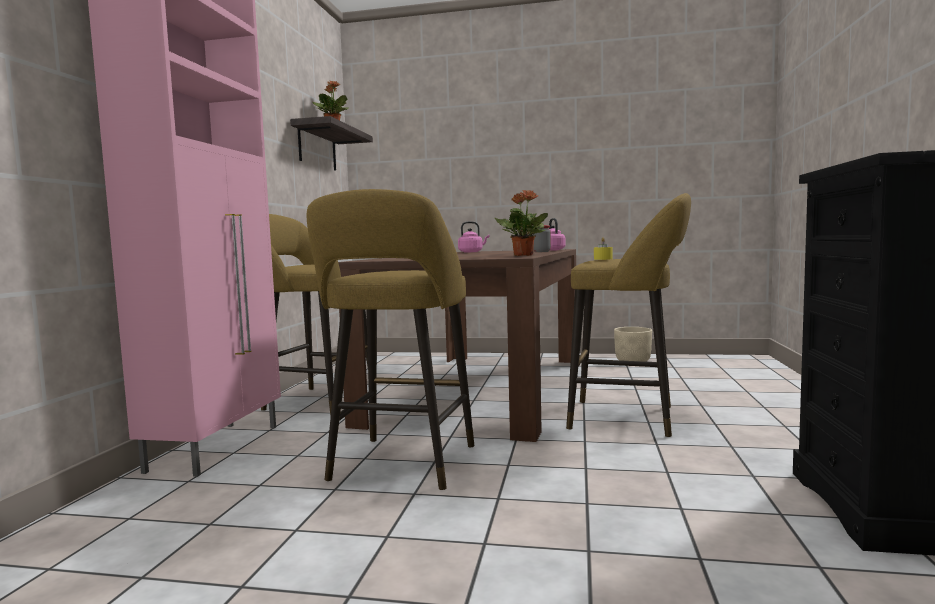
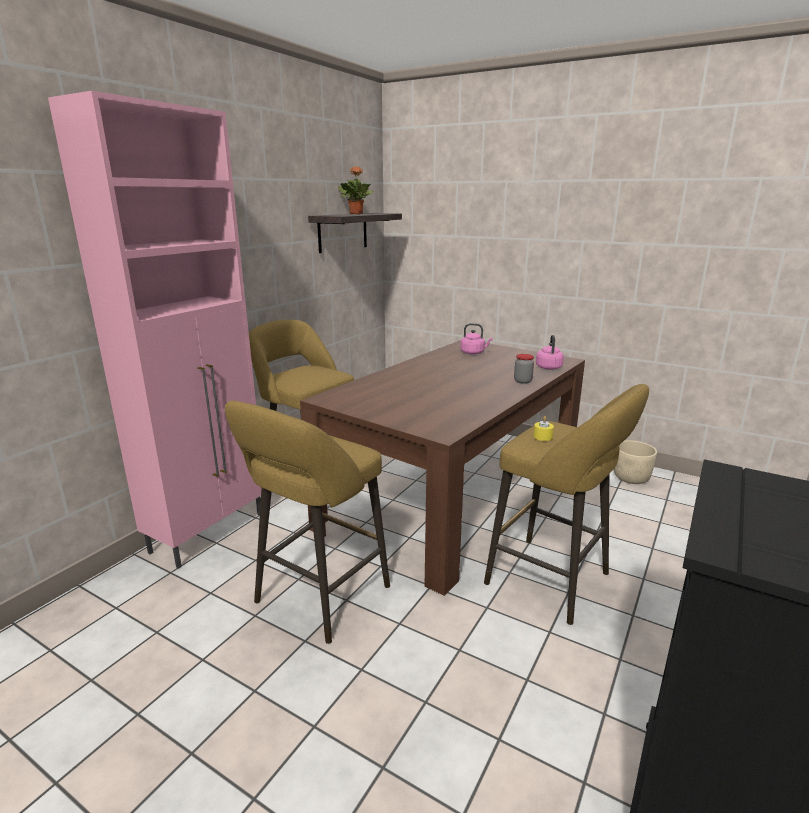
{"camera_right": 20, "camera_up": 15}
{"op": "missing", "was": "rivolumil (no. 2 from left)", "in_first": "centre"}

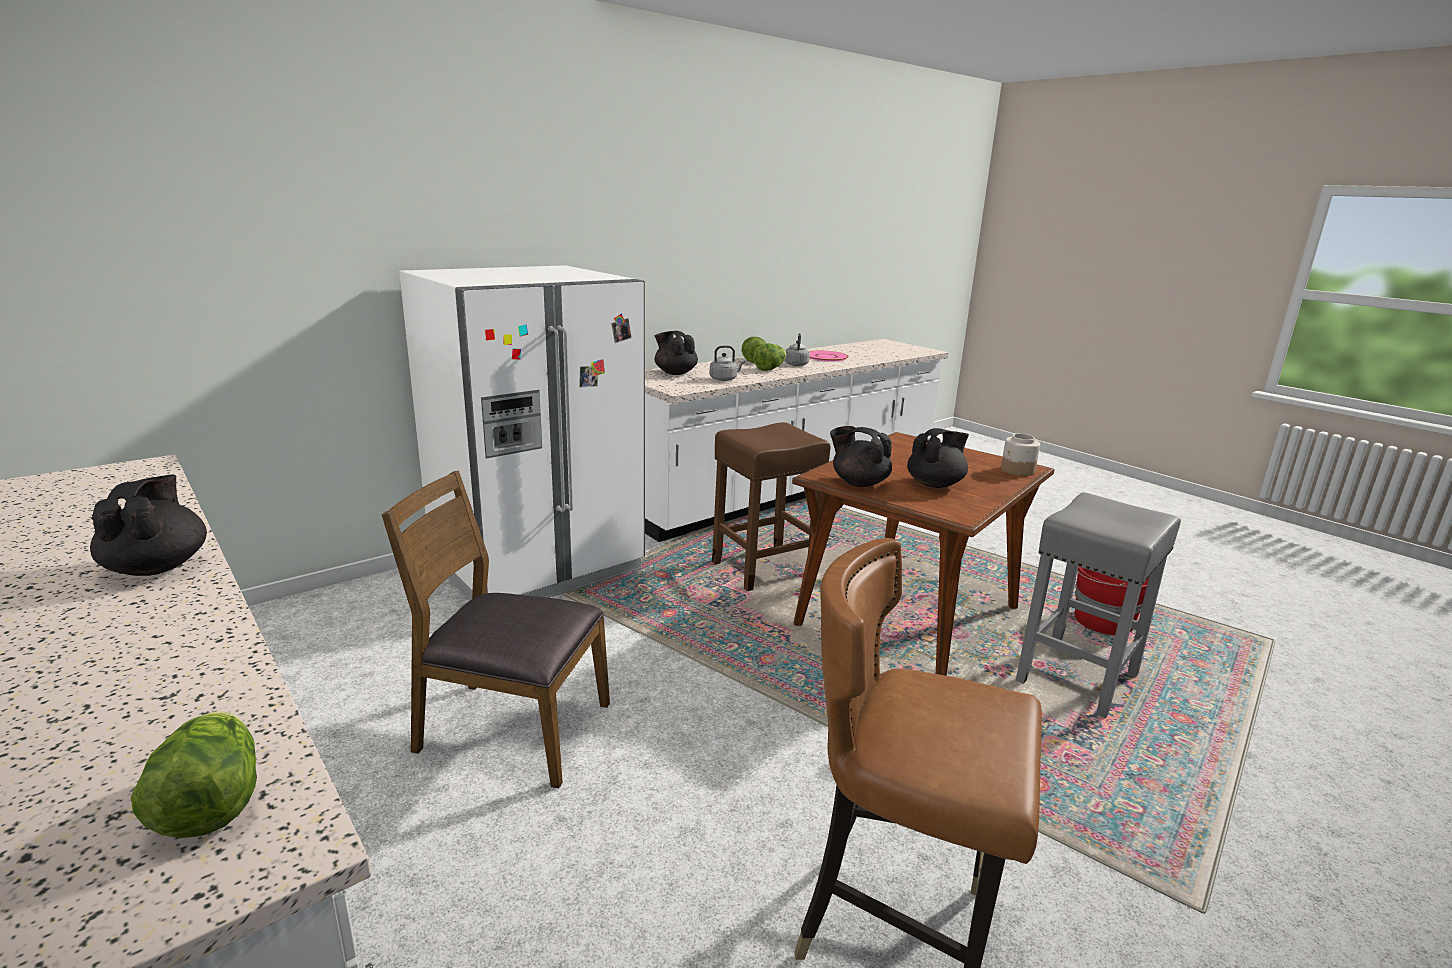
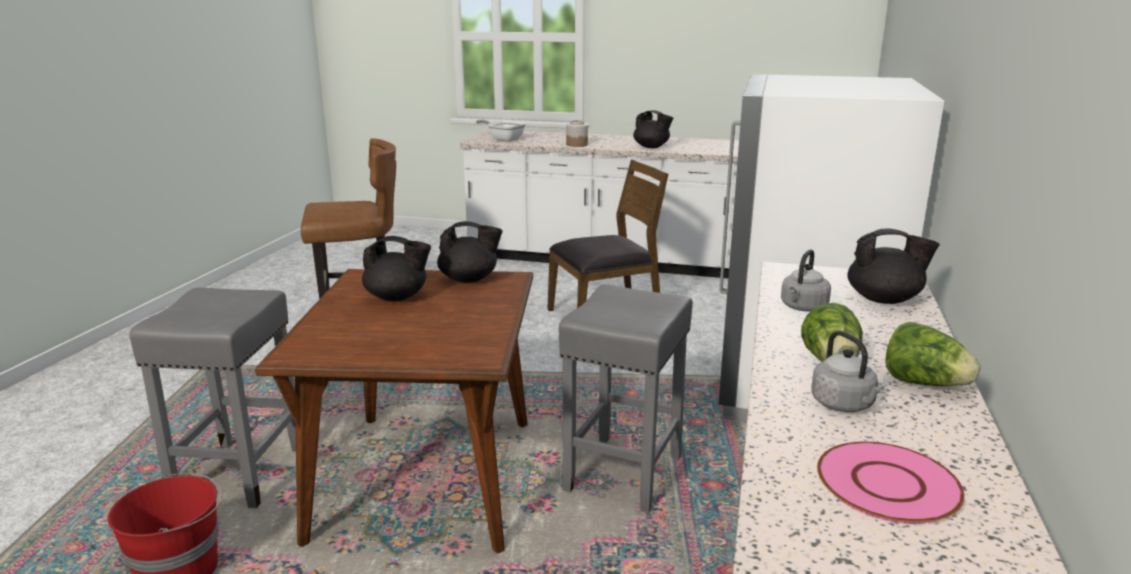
{"camera_right": 145, "camera_up": 0}
{"op": "relocated", "was": "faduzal", "in_first": "middle right", "in_second": "top centre"}
{"op": "exchanged", "was": "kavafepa (no. 1 from left)", "now": "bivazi", "in_first": "bottom left", "in_second": "top centre"}
{"op": "colour", "was": "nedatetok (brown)", "now": "nedatetok (grey) (no. 2 from left)", "in_first": "centre", "in_second": "bottom centre"}
{"op": "spun", "was": "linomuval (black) (no. 4 from left in the first image)", "in_first": "centre", "in_second": "centre", "clockwise": -105}

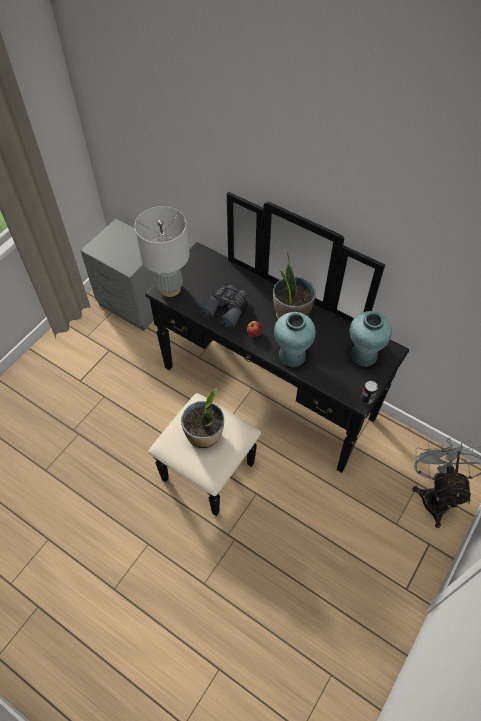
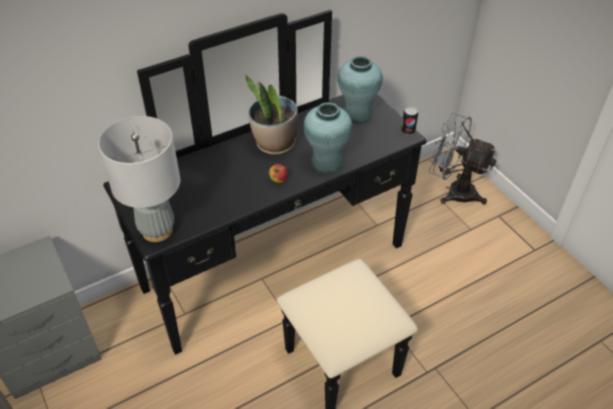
{"camera_right": -65, "camera_up": -10}
{"op": "missing", "was": "rivolumil (no. 1 from left)", "in_first": "centre"}
{"op": "missing", "was": "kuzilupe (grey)", "in_first": "centre"}

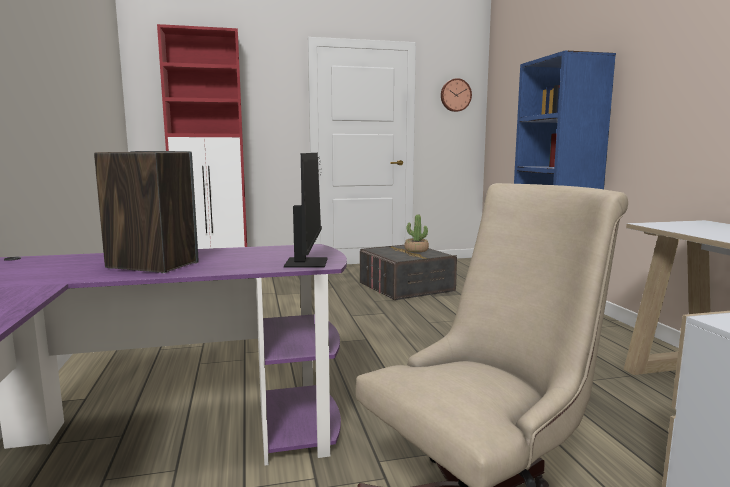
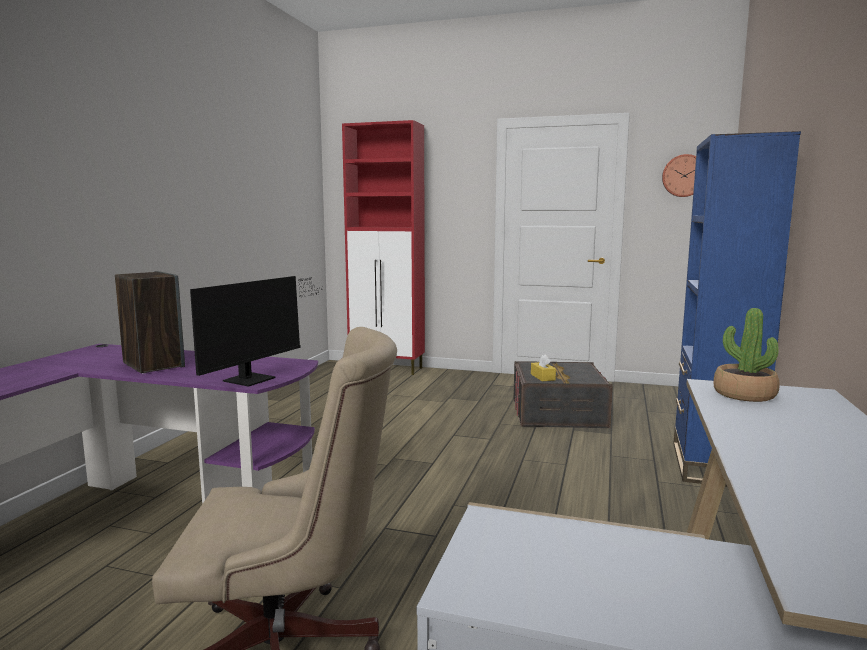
{"camera_right": 30, "camera_up": 0}
{"op": "appeared", "now": "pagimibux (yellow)", "in_second": "centre"}
{"op": "relocated", "was": "rivolumil", "in_first": "centre", "in_second": "middle right"}

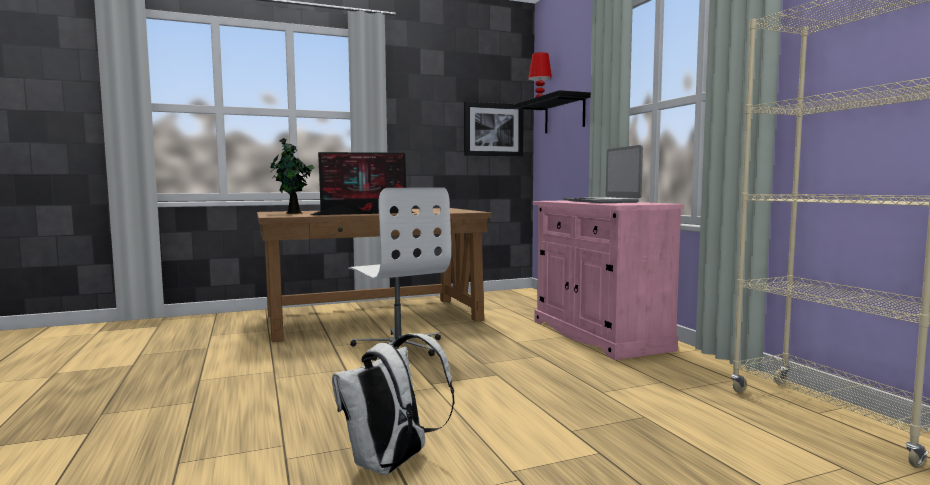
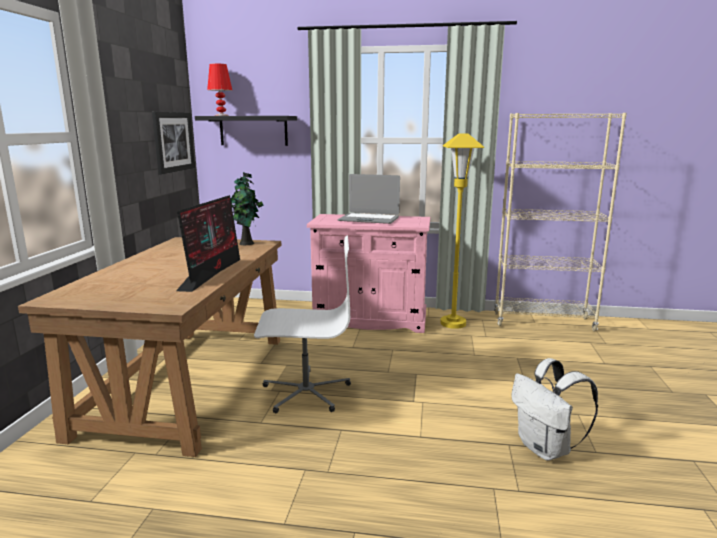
{"camera_right": -60, "camera_up": 10}
{"op": "appeared", "now": "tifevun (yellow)", "in_second": "centre"}
{"op": "relocated", "was": "rivolumil", "in_first": "middle left", "in_second": "centre"}

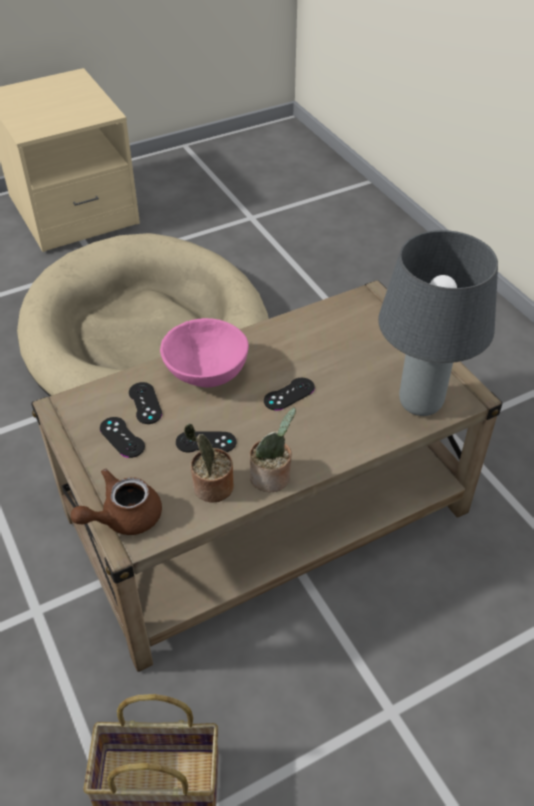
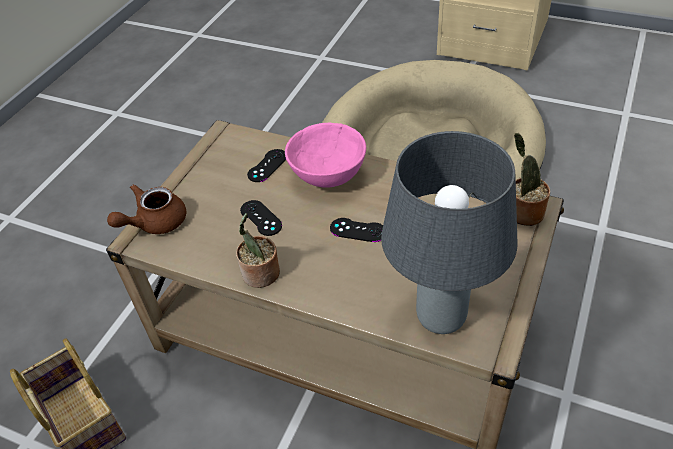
{"camera_right": 55, "camera_up": 0}
{"op": "missing", "was": "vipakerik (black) (no. 1 from left)", "in_first": "middle left"}
{"op": "relocated", "was": "rivolumil (no. 1 from left in the first image)", "now": "rivolumil (no. 2 from left)", "in_first": "centre", "in_second": "middle right"}
{"op": "spun", "was": "linomuval (brown)", "in_first": "middle left", "in_second": "middle left", "clockwise": -60}

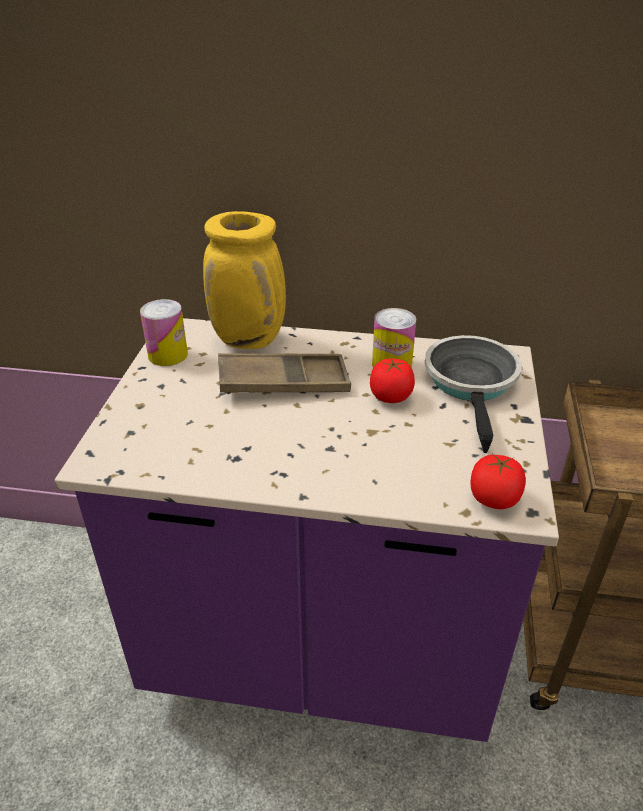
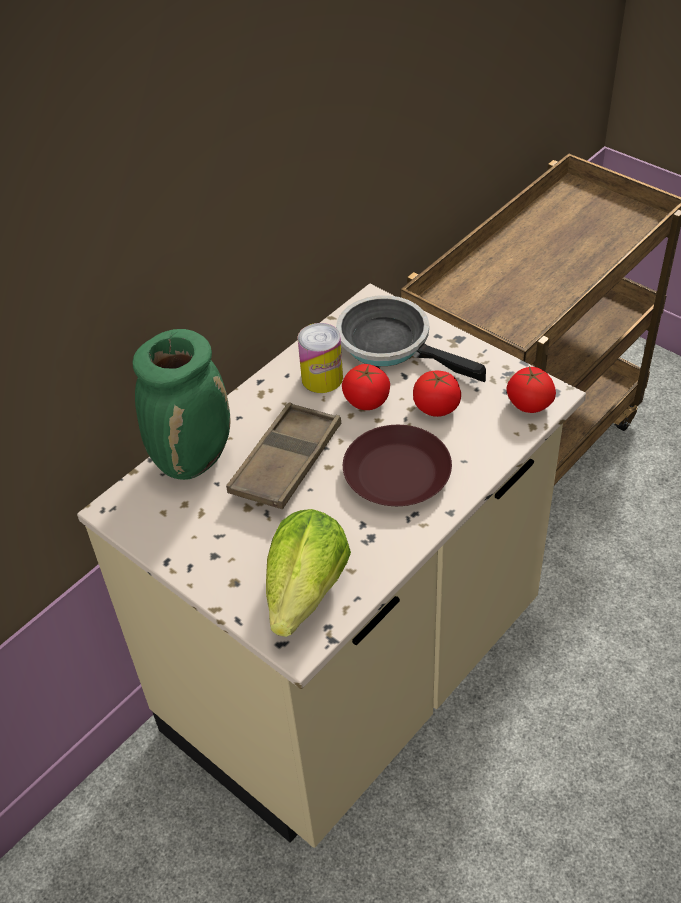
{"camera_right": -55, "camera_up": 10}
{"op": "missing", "was": "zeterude (no. 1 from left)", "in_first": "middle left"}
{"op": "appeared", "now": "kavafepa", "in_second": "centre"}
{"op": "appeared", "now": "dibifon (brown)", "in_second": "centre"}
{"op": "appeared", "now": "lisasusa (no. 2 from left)", "in_second": "centre"}
{"op": "colour", "was": "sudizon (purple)", "now": "sudizon (beige)", "in_first": "centre", "in_second": "centre"}
{"op": "colour", "was": "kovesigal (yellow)", "now": "kovesigal (green)", "in_first": "centre", "in_second": "middle left"}

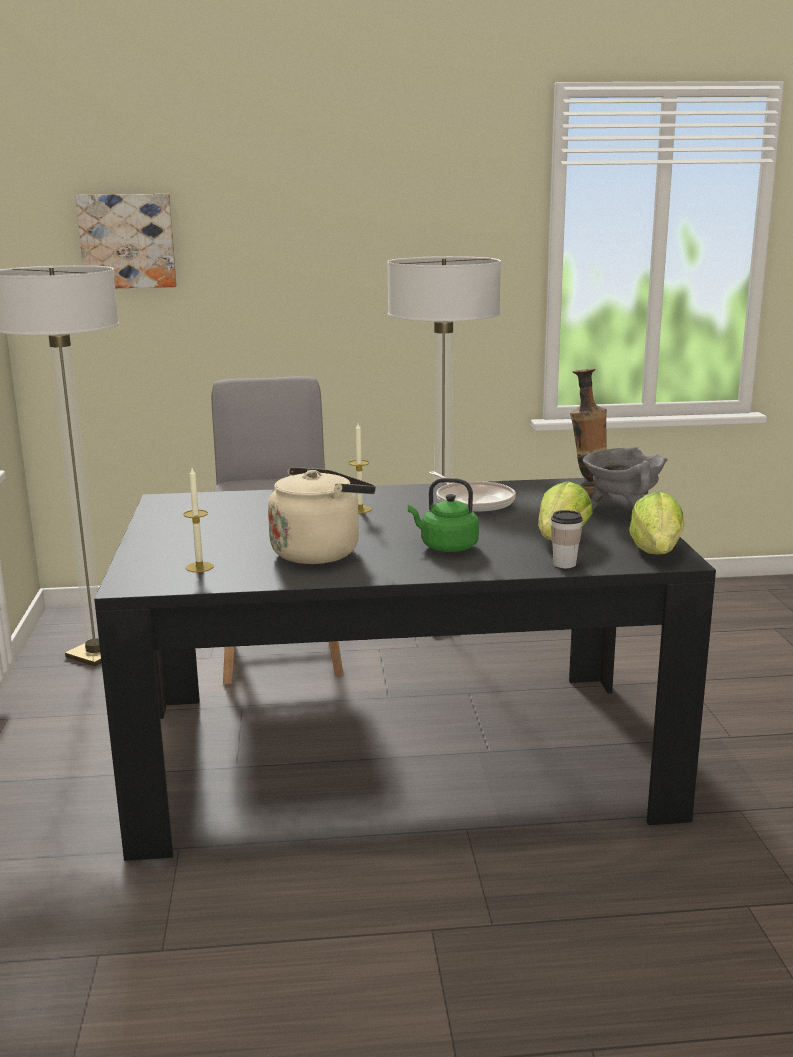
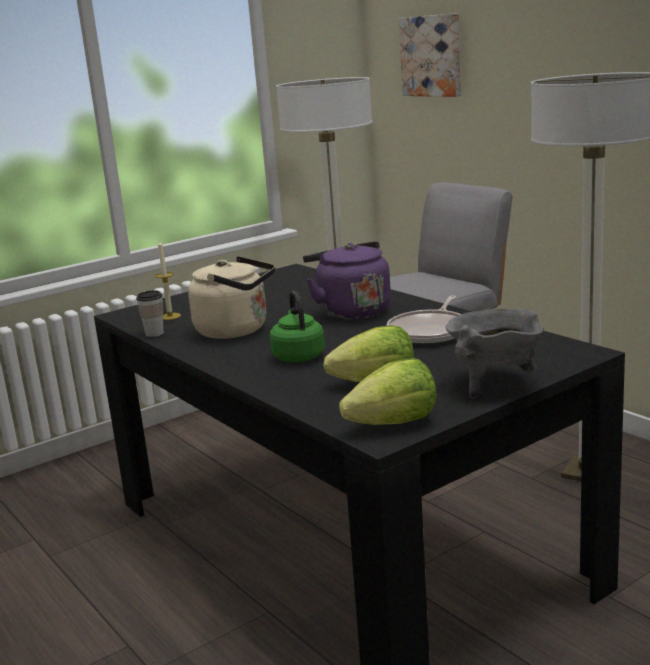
{"camera_right": 60, "camera_up": 0}
{"op": "missing", "was": "kovesigal", "in_first": "middle right"}
{"op": "relocated", "was": "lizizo", "in_first": "middle right", "in_second": "middle left"}
{"op": "exchanged", "was": "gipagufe (no. 2 from left)", "now": "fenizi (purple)", "in_first": "centre", "in_second": "centre"}

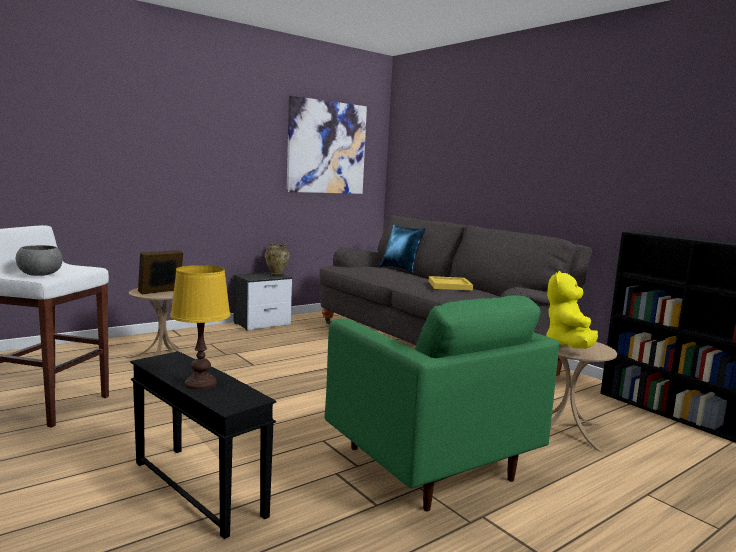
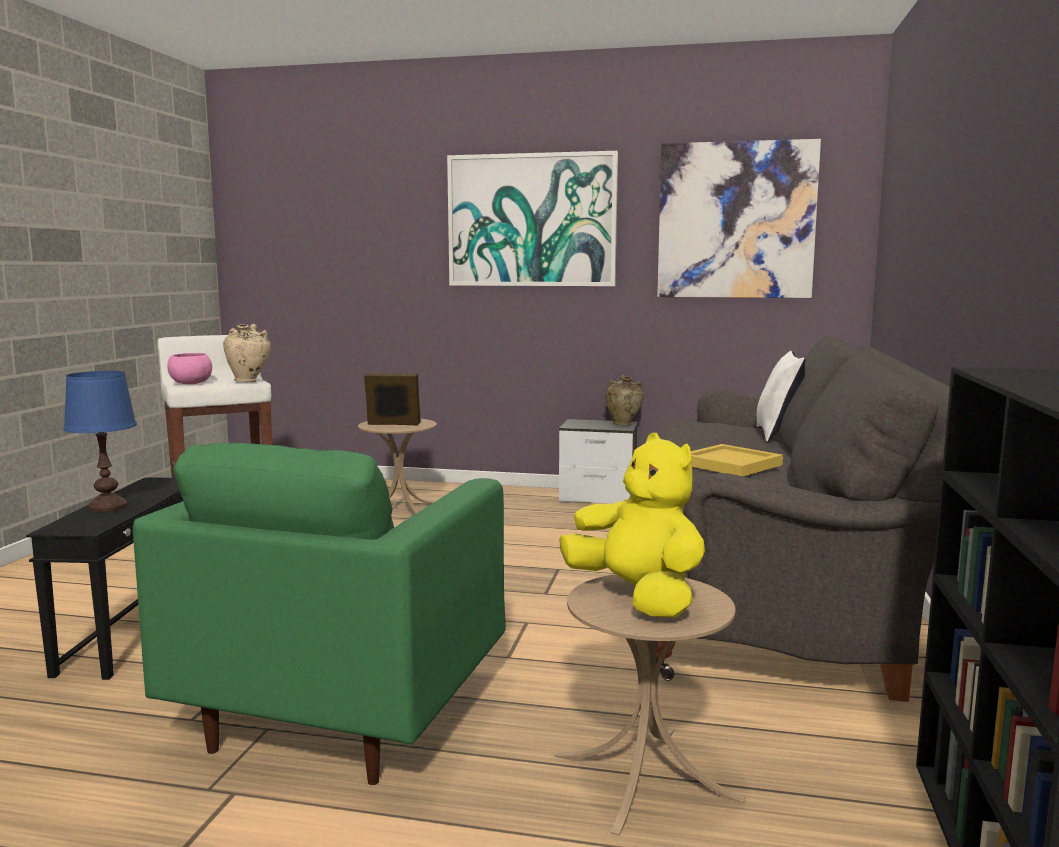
{"camera_right": 50, "camera_up": 0}
{"op": "appeared", "now": "kovesigal (beige) (no. 1 from left)", "in_second": "middle left"}
{"op": "appeared", "now": "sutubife (no. 1 from left)", "in_second": "top centre"}
{"op": "colour", "was": "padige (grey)", "now": "padige (pink)", "in_first": "middle left", "in_second": "middle left"}
{"op": "colour", "was": "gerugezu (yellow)", "now": "gerugezu (blue)", "in_first": "middle left", "in_second": "middle left"}
{"op": "colour", "was": "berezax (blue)", "now": "berezax (white)", "in_first": "centre", "in_second": "middle right"}
{"op": "spun", "was": "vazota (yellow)", "in_first": "middle right", "in_second": "centre", "clockwise": 75}

